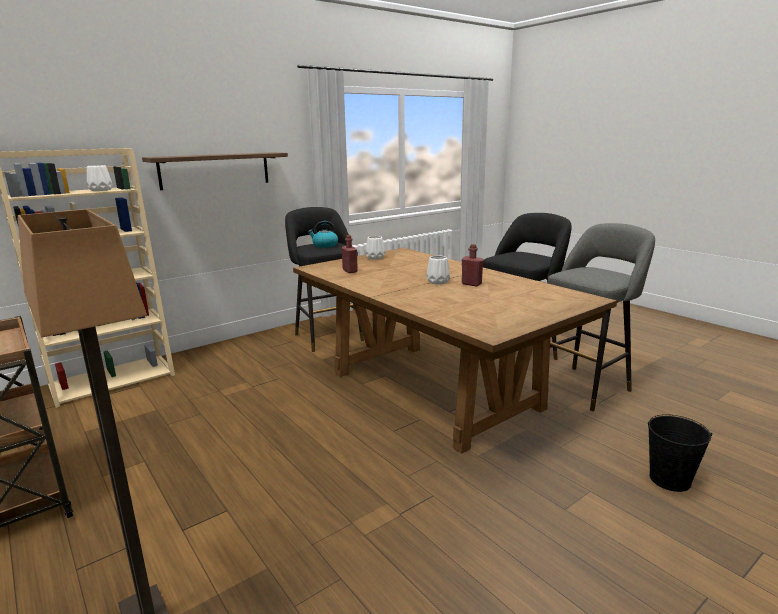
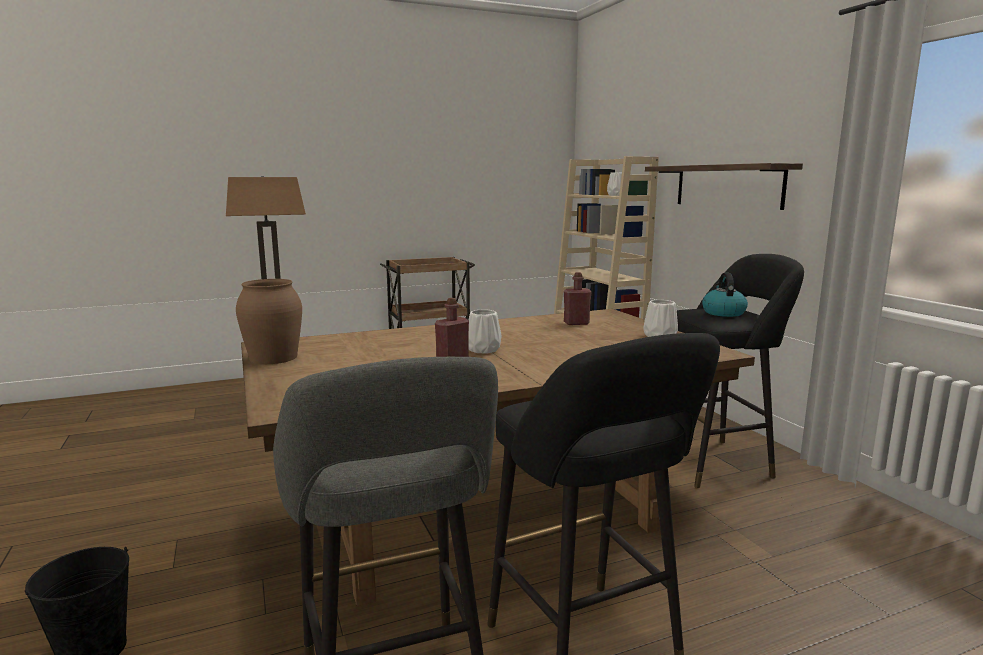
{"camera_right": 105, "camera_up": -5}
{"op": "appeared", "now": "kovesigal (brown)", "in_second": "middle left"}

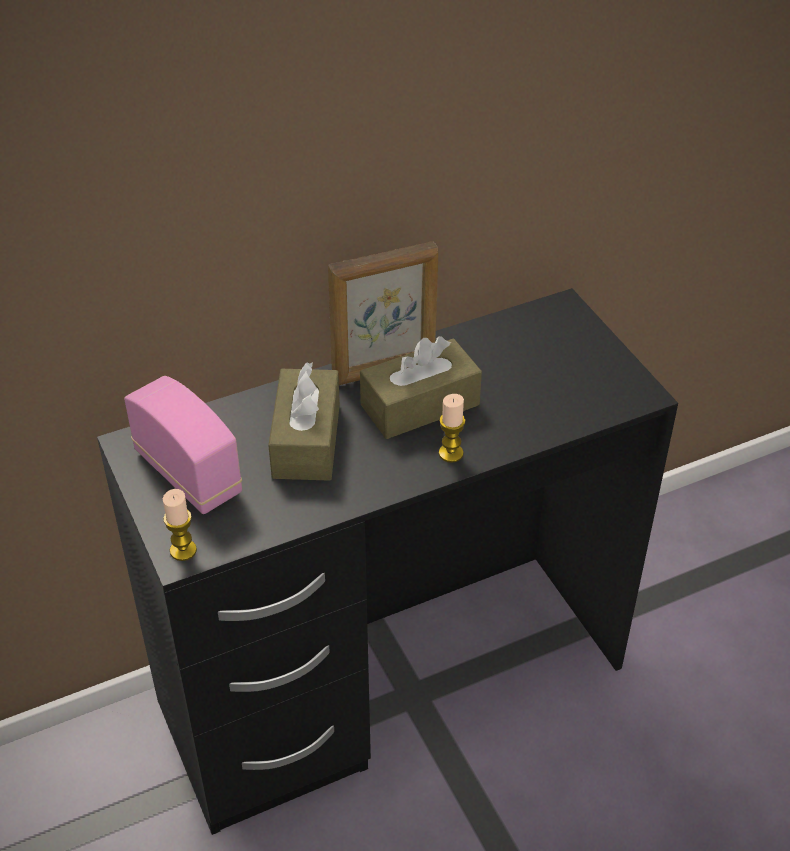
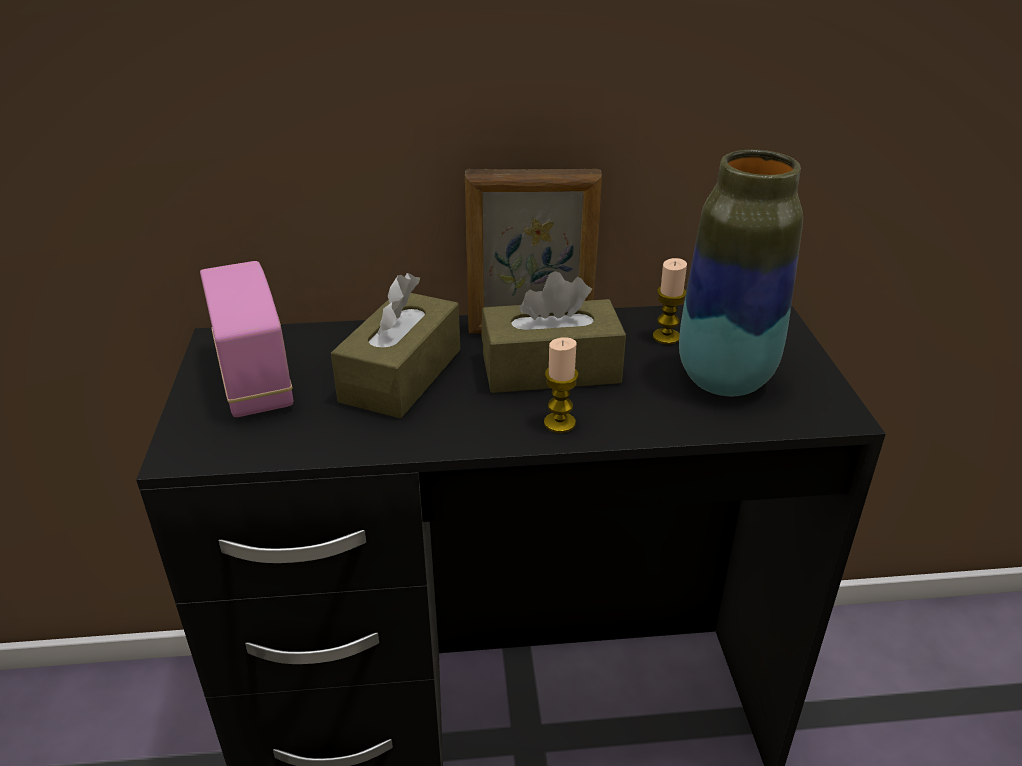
{"camera_right": 20, "camera_up": -10}
{"op": "appeared", "now": "kovesigal", "in_second": "middle right"}
{"op": "relocated", "was": "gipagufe (no. 1 from left in the first image)", "now": "gipagufe (no. 2 from left)", "in_first": "middle left", "in_second": "centre"}

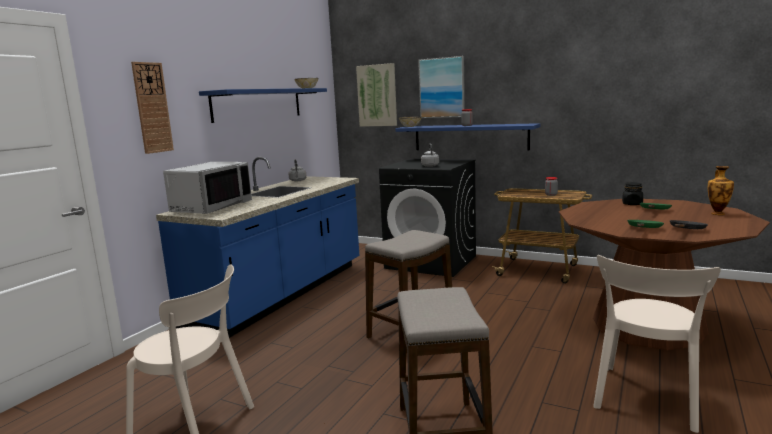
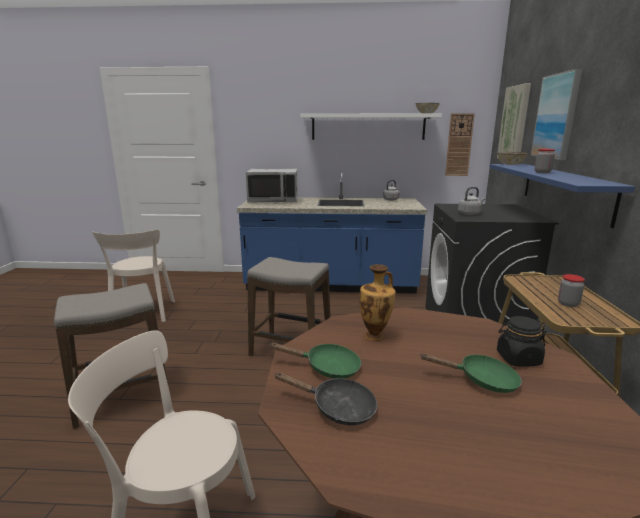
{"camera_right": 65, "camera_up": 5}
{"op": "relocated", "was": "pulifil", "in_first": "top left", "in_second": "top right"}
{"op": "relocated", "was": "kovesigal", "in_first": "middle right", "in_second": "centre"}
{"op": "colour", "was": "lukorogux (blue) (no. 1 from left)", "now": "lukorogux (white)", "in_first": "top centre", "in_second": "top centre"}

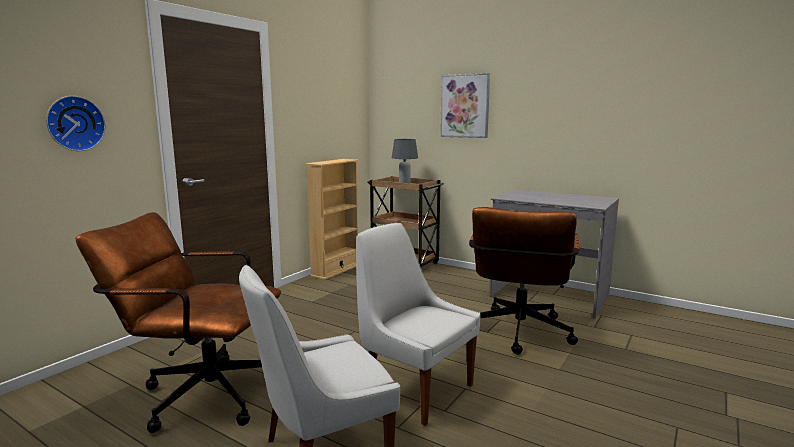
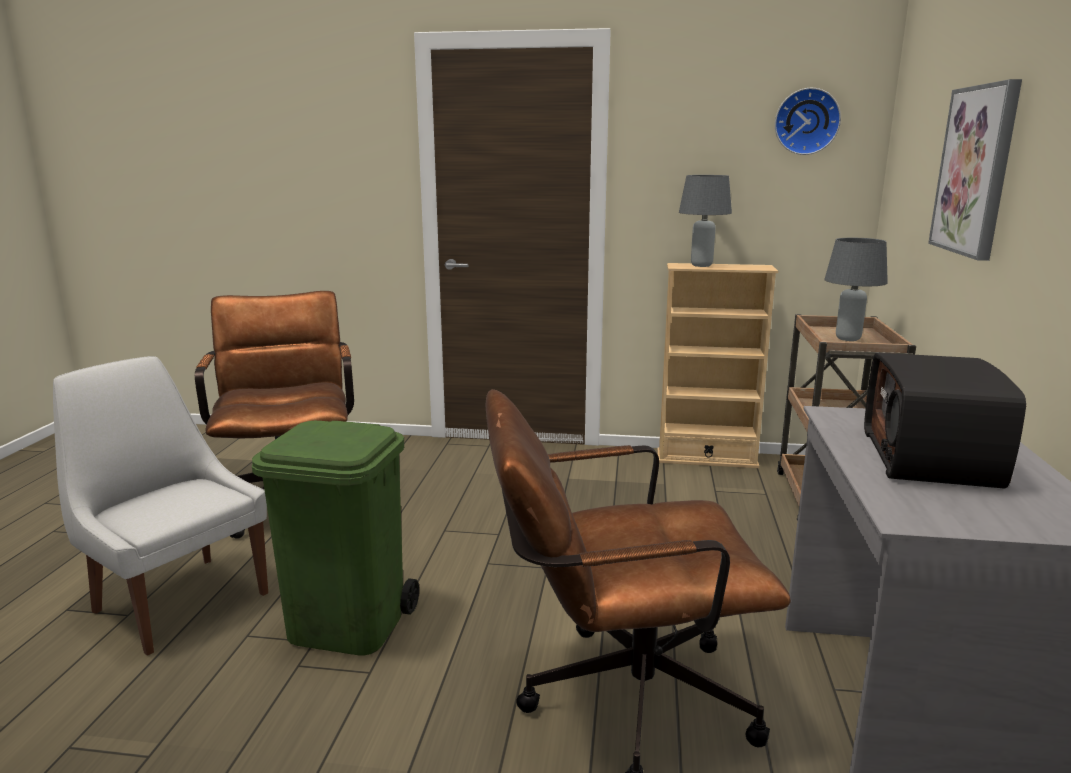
{"camera_right": 65, "camera_up": 5}
{"op": "appeared", "now": "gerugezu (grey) (no. 1 from left)", "in_second": "top centre"}
{"op": "appeared", "now": "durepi", "in_second": "middle right"}
{"op": "relocated", "was": "pulifil", "in_first": "top left", "in_second": "top right"}
{"op": "exchanged", "was": "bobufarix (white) (no. 2 from left)", "now": "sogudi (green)", "in_first": "bottom centre", "in_second": "bottom left"}

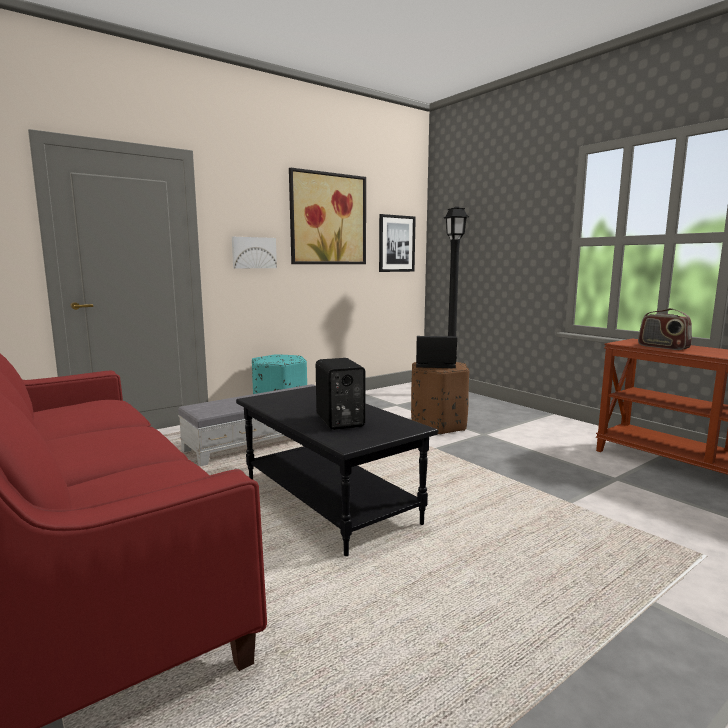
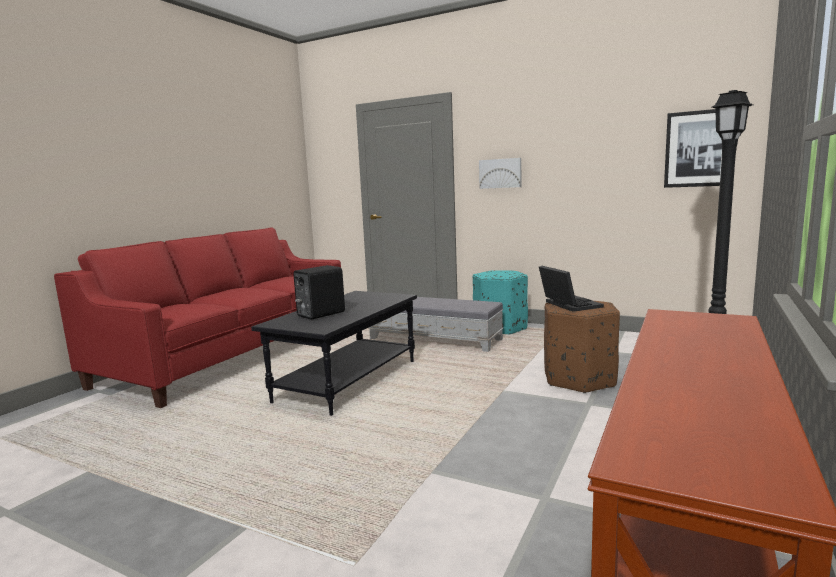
{"camera_right": 65, "camera_up": 0}
{"op": "missing", "was": "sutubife (no. 2 from left)", "in_first": "top centre"}
{"op": "missing", "was": "durepi", "in_first": "middle right"}

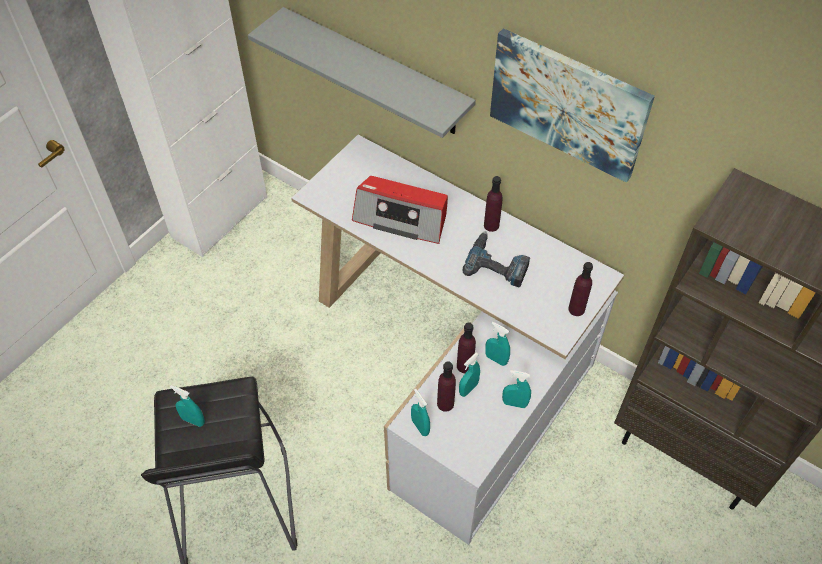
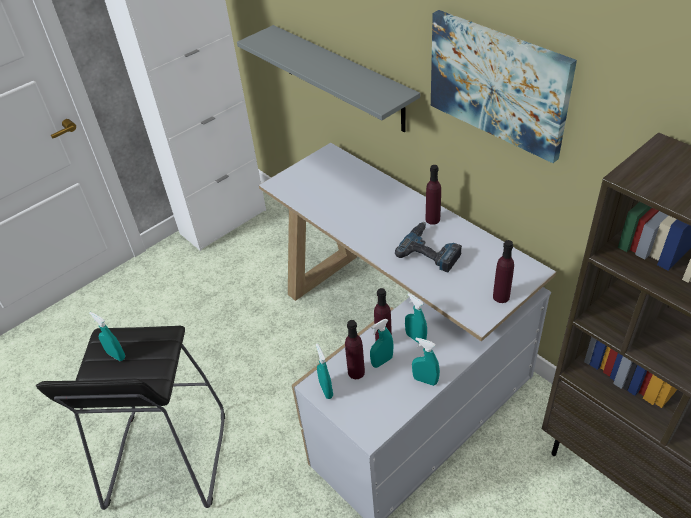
{"camera_right": 15, "camera_up": -10}
{"op": "missing", "was": "durepi", "in_first": "centre"}

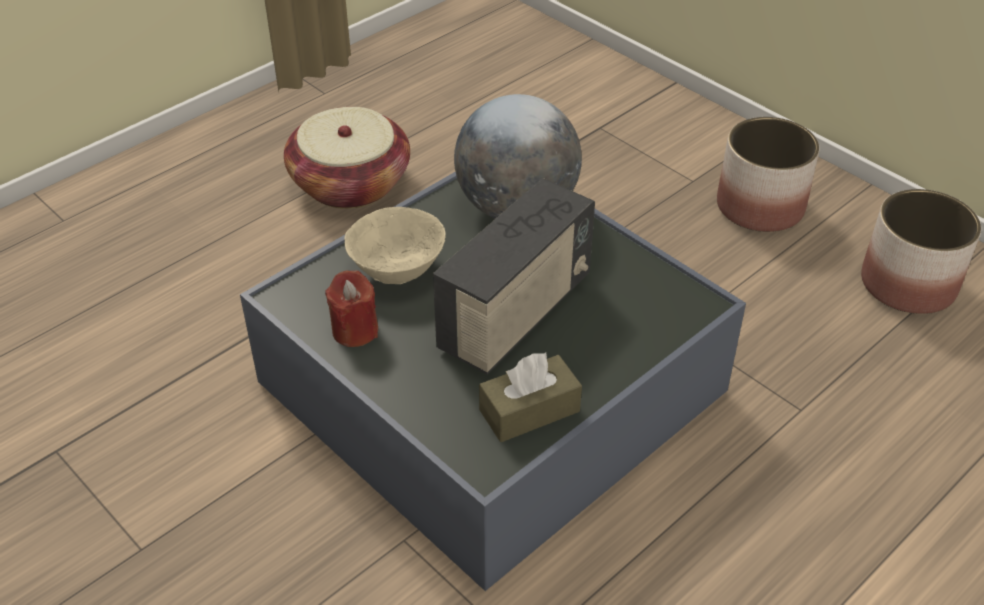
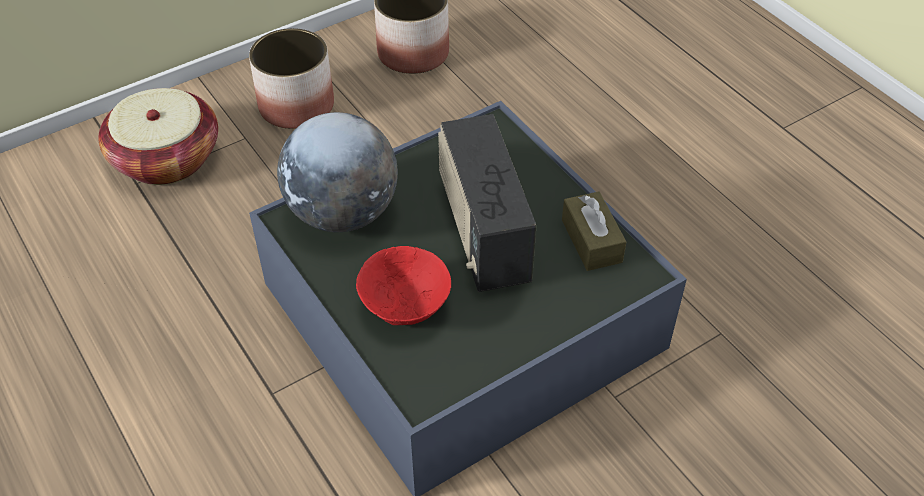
{"camera_right": -80, "camera_up": 5}
{"op": "missing", "was": "gipagufe (red)", "in_first": "centre"}
{"op": "relocated", "was": "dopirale", "in_first": "top centre", "in_second": "top left"}
{"op": "colour", "was": "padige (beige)", "now": "padige (red)", "in_first": "centre", "in_second": "centre"}
{"op": "spun", "was": "durepi", "in_first": "centre", "in_second": "centre", "clockwise": -150}

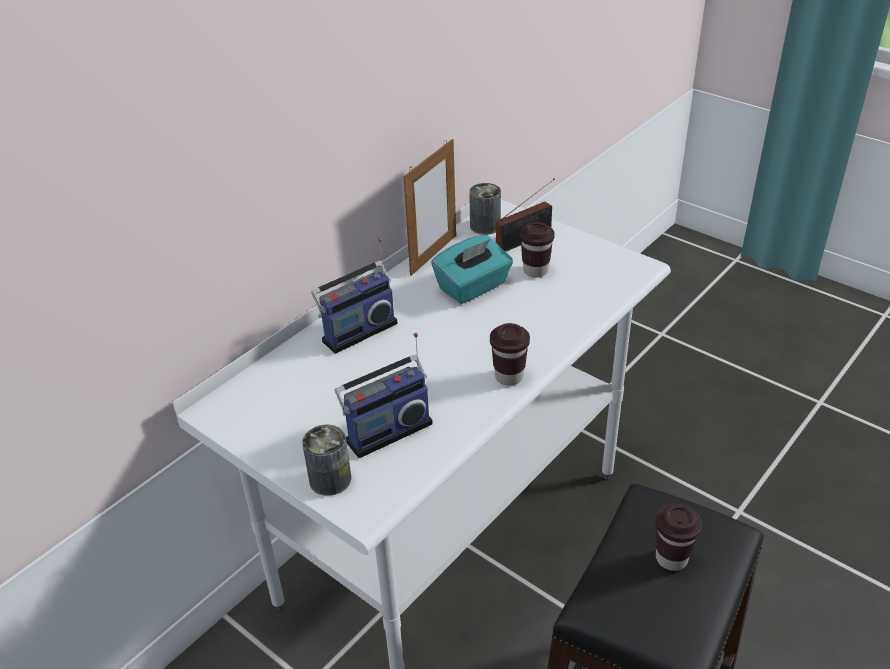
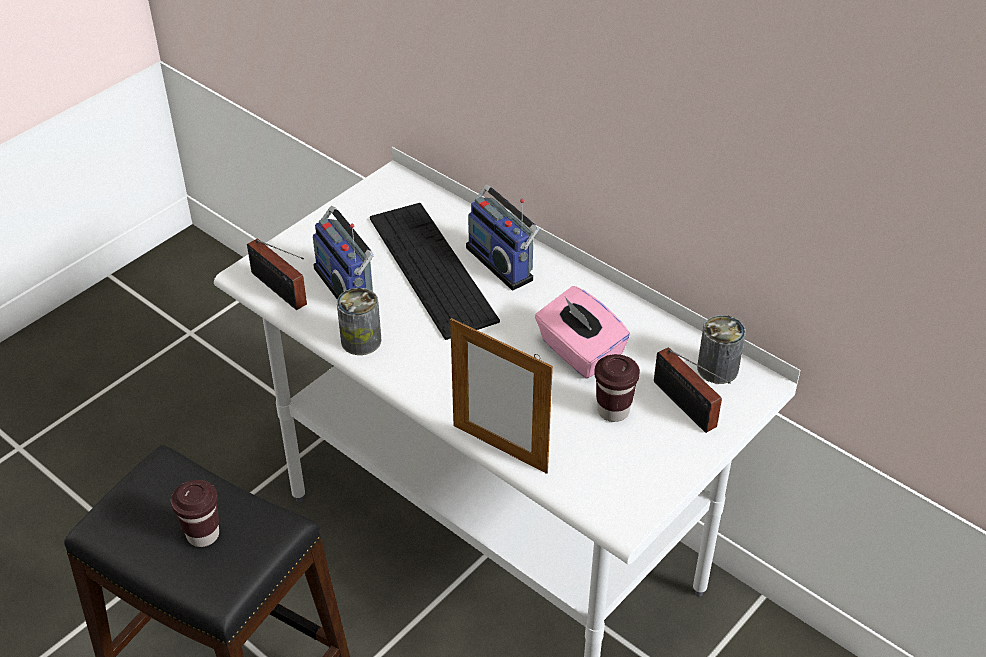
{"camera_right": 90, "camera_up": 5}
{"op": "missing", "was": "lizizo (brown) (no. 1 from left)", "in_first": "centre"}
{"op": "appeared", "now": "durepi (no. 1 from left)", "in_second": "middle left"}
{"op": "appeared", "now": "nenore", "in_second": "centre"}
{"op": "relocated", "was": "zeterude (no. 1 from left)", "in_first": "bottom centre", "in_second": "centre"}
{"op": "relocated", "was": "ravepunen", "in_first": "top centre", "in_second": "centre"}
{"op": "colour", "was": "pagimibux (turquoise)", "now": "pagimibux (pink)", "in_first": "centre", "in_second": "centre"}

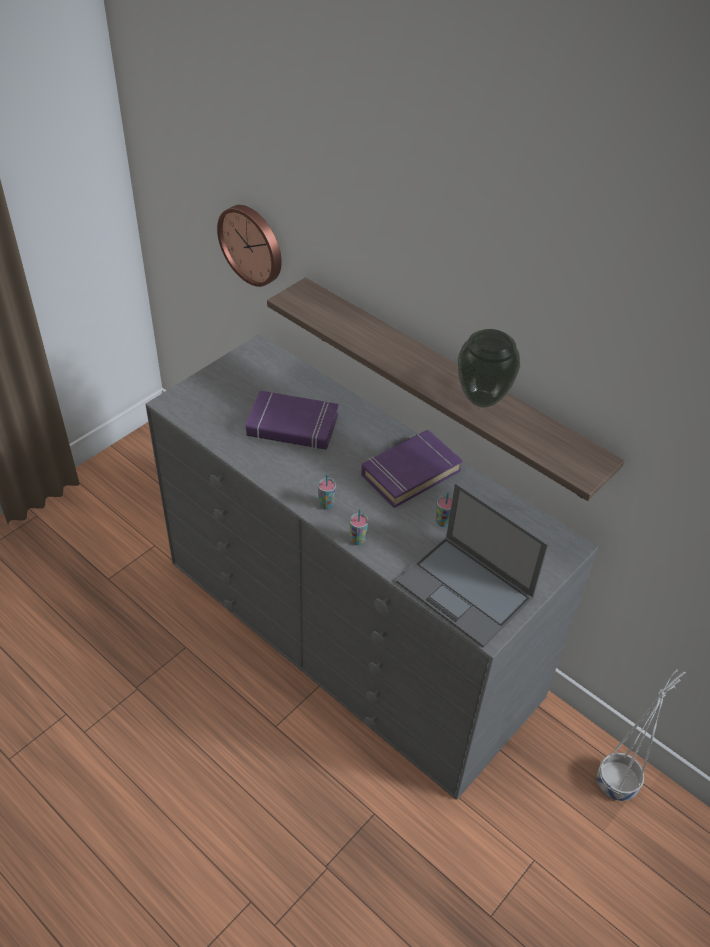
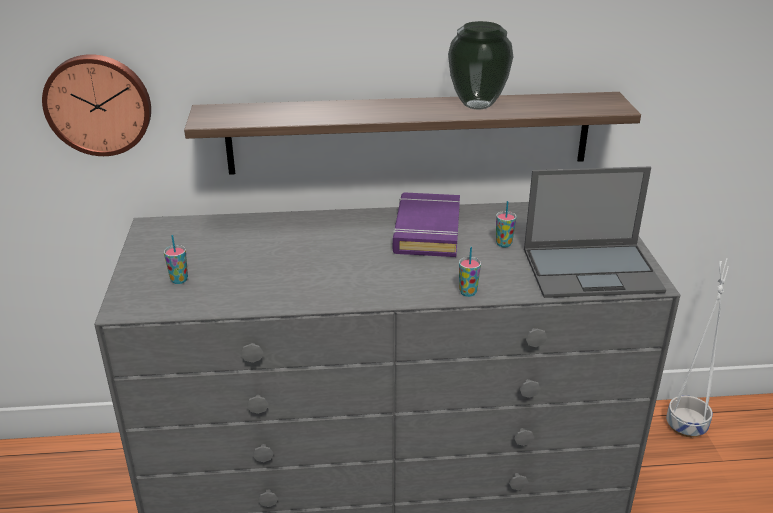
{"camera_right": -45, "camera_up": -15}
{"op": "missing", "was": "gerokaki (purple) (no. 1 from left)", "in_first": "centre"}
{"op": "relocated", "was": "lizizo (no. 1 from left)", "in_first": "centre", "in_second": "middle left"}

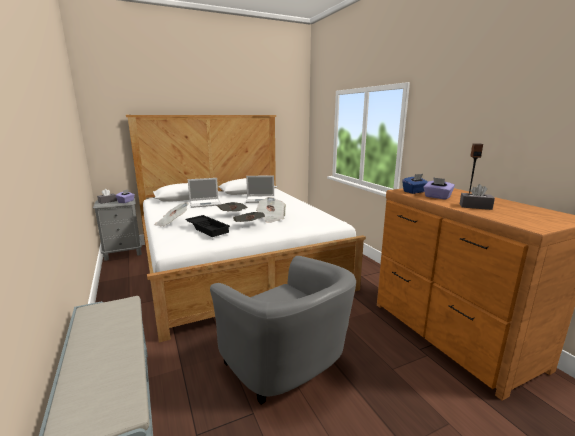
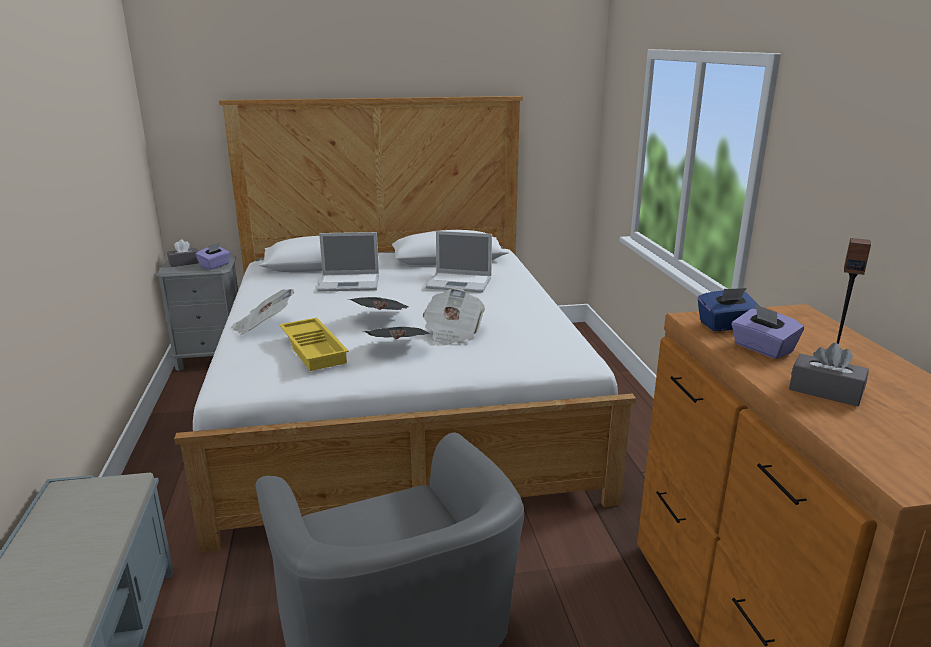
{"camera_right": 15, "camera_up": 5}
{"op": "colour", "was": "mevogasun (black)", "now": "mevogasun (yellow)", "in_first": "centre", "in_second": "centre"}

